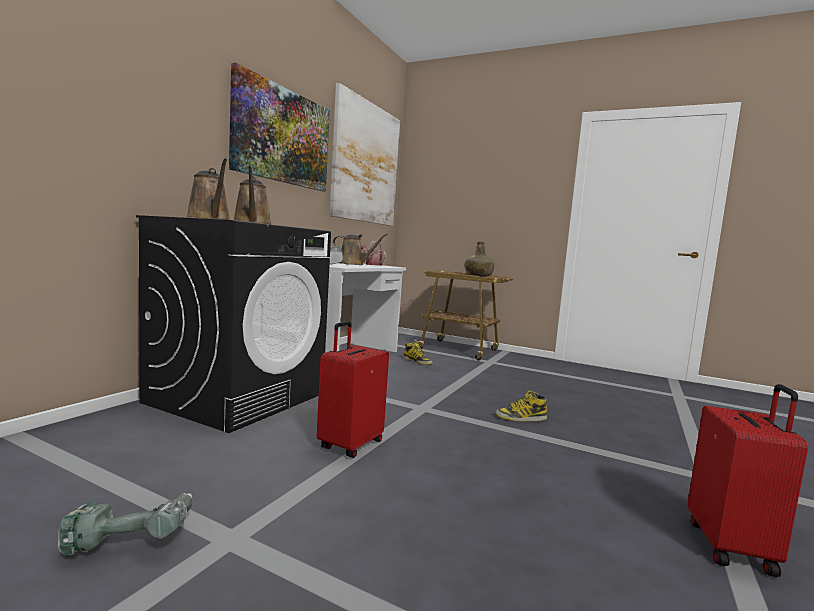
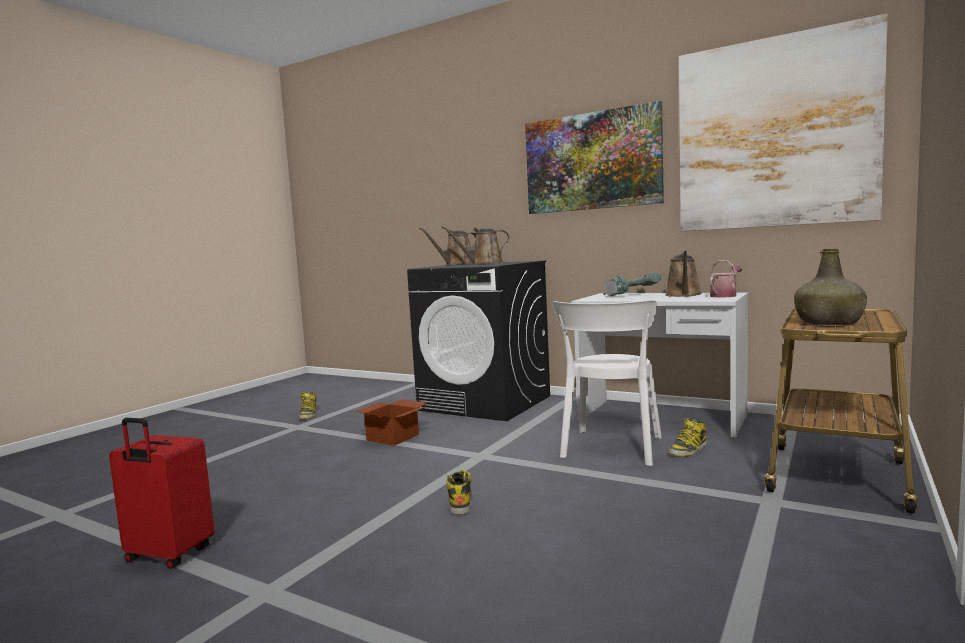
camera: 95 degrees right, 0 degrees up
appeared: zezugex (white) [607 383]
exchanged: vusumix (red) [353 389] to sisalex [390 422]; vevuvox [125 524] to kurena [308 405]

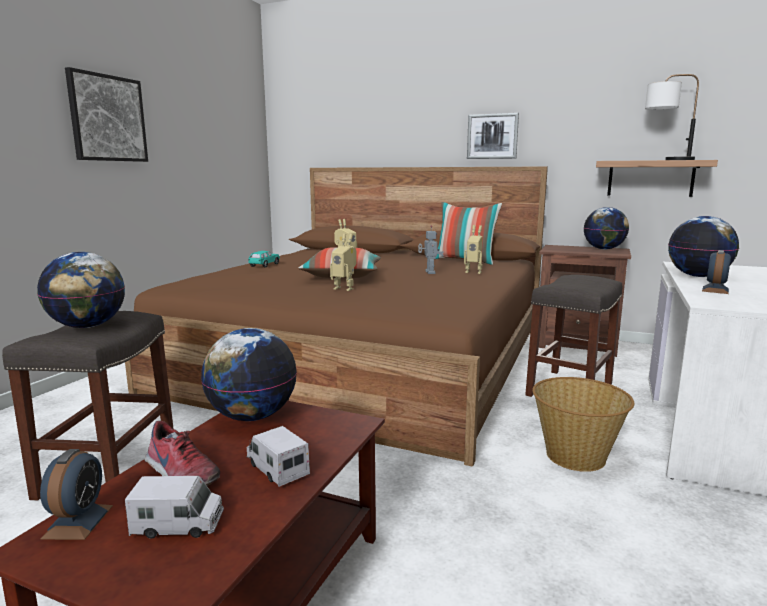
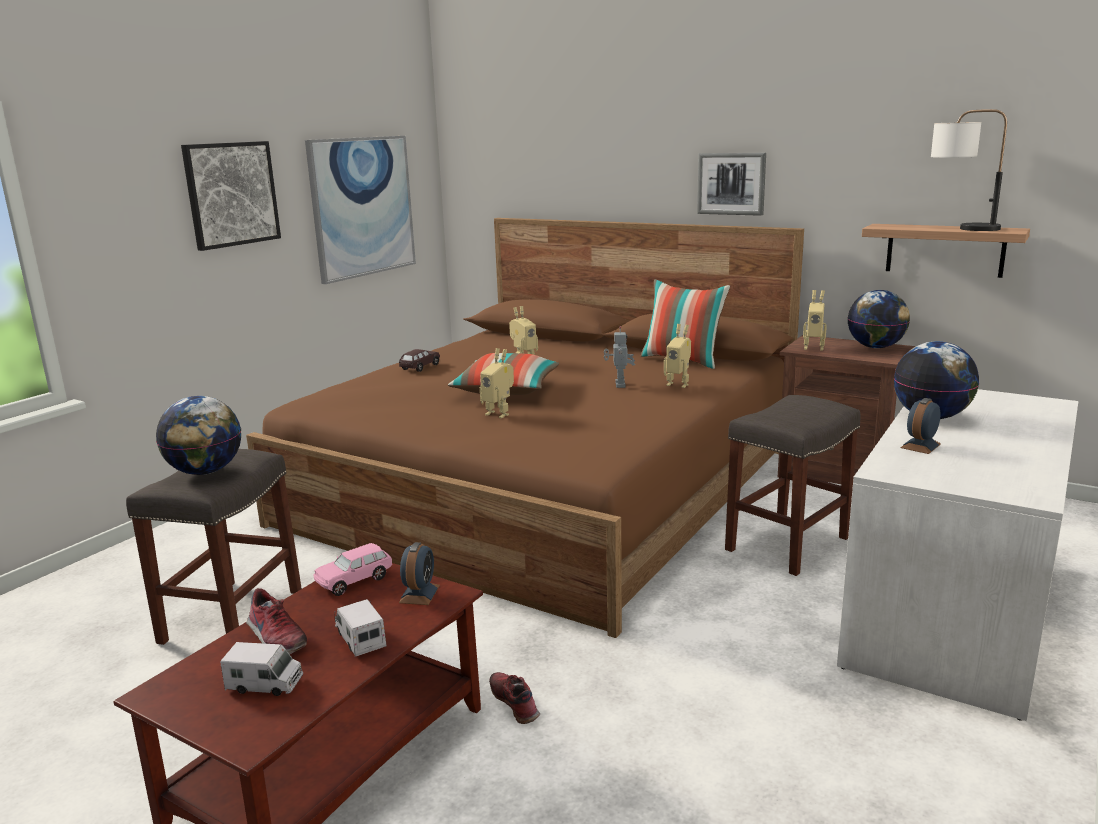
camera: 10 degrees right, 5 degrees up
missing: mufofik [583 424]
appeared: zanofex [360 210]; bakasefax [815 320]; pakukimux [514 698]
relocated: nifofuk [76 494] to [419 573]
exchanged: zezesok [249 374] to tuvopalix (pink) [353 569]
colour: tuvopalix (turquoise) [264 259] to tuvopalix (brown) [419 360]

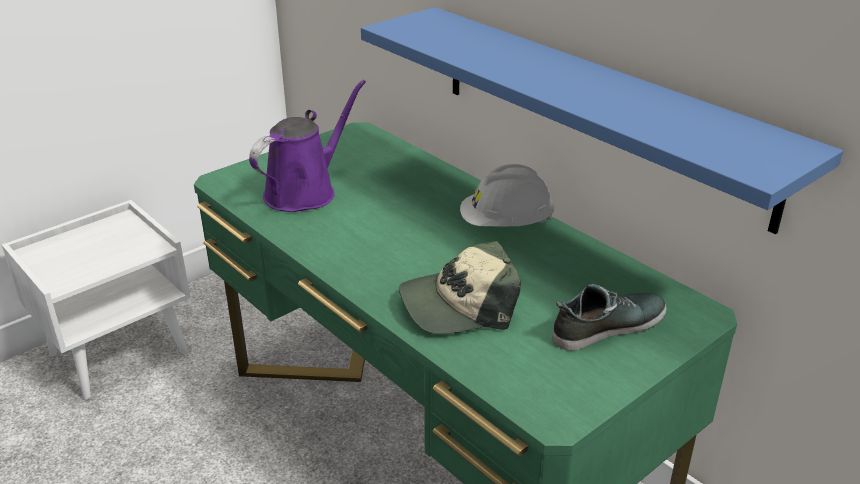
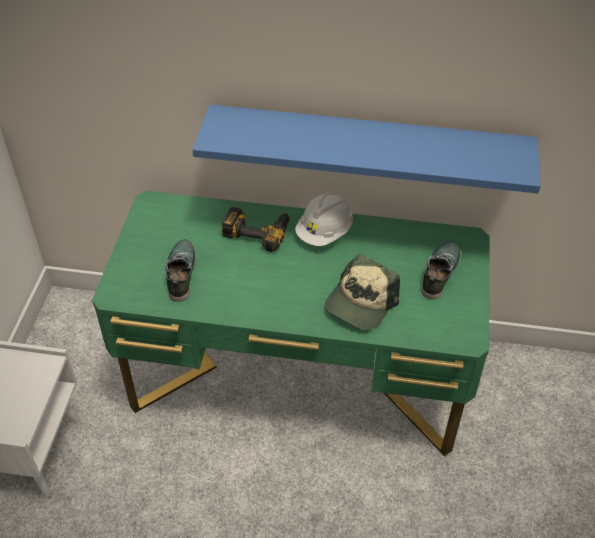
camera: 40 degrees left, 15 degrees up
appeared: vevuvox [255 229]
exchanged: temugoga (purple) [307 146] to pakukimux [180 270]

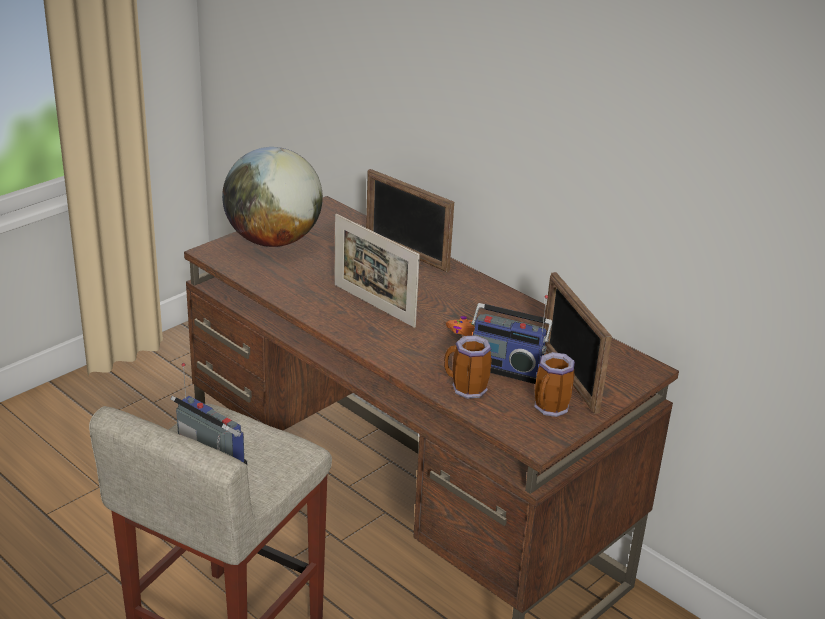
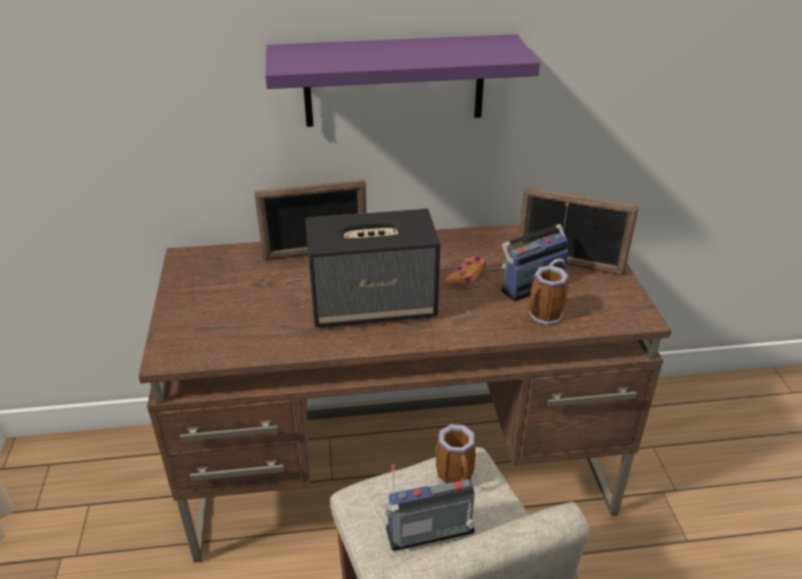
camera: 50 degrees left, 5 degrees up
missing: zezesok [272 197]
appeared: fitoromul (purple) [402 80]
relocated: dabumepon [554 384] to [456 454]
exchanged: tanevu [377 271] to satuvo [372 268]

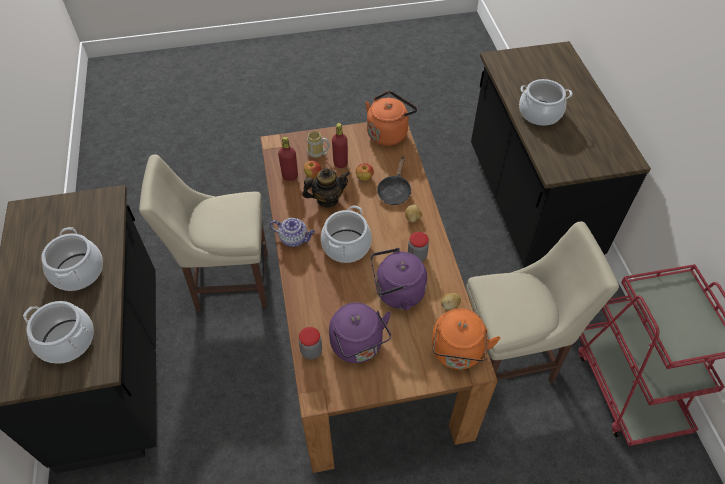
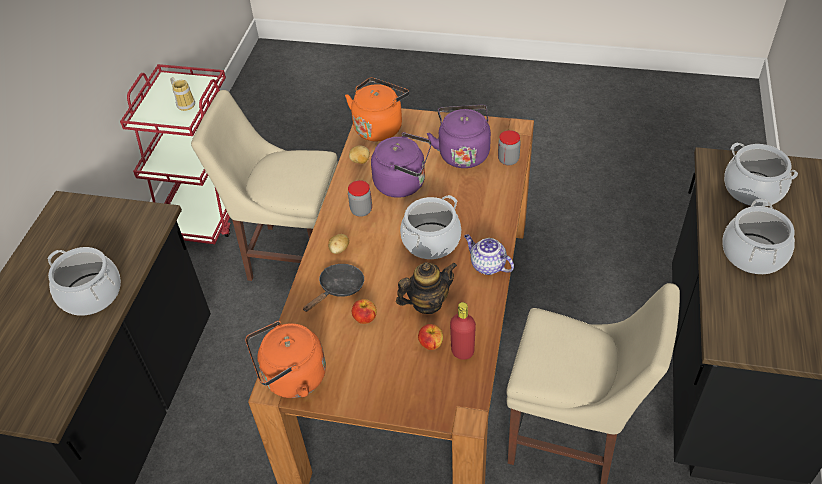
camera: 155 degrees left, 5 degrees down
missing: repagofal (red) [340 145]
relocated: dabumepon [318 144] to [182 94]
spun: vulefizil [326 188] = [426 288] 150 degrees clockwise

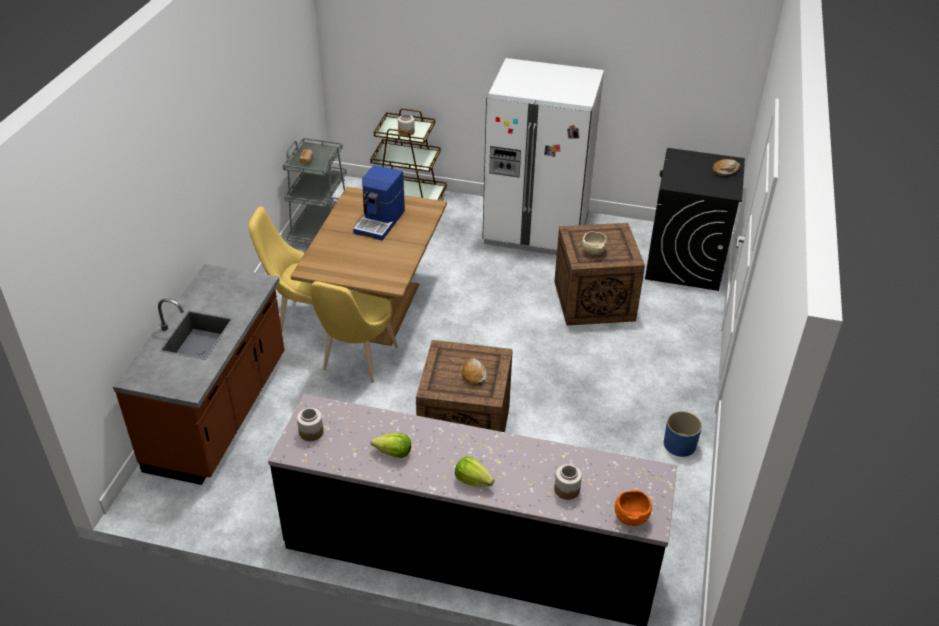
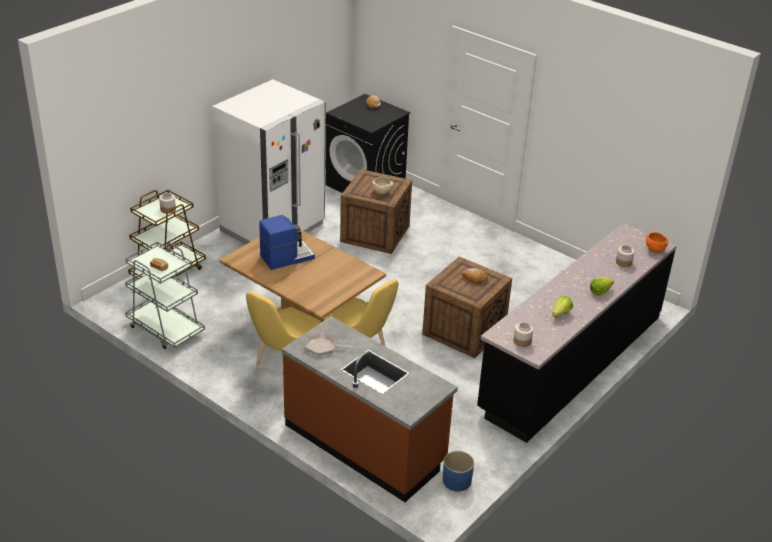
camera: 65 degrees left, 5 degrees down
appeared: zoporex [330 344]
relocated: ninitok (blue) [683 434] to [458 471]
spun: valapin [379 203] = [287 242] 75 degrees counterclockwise

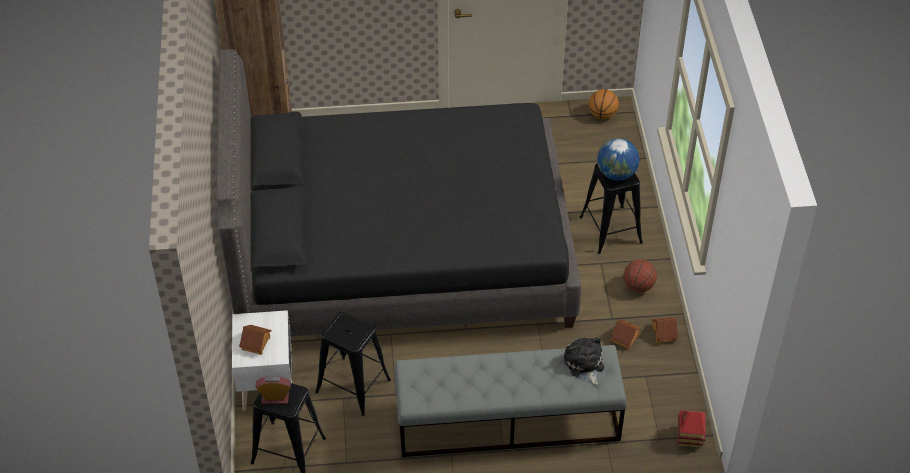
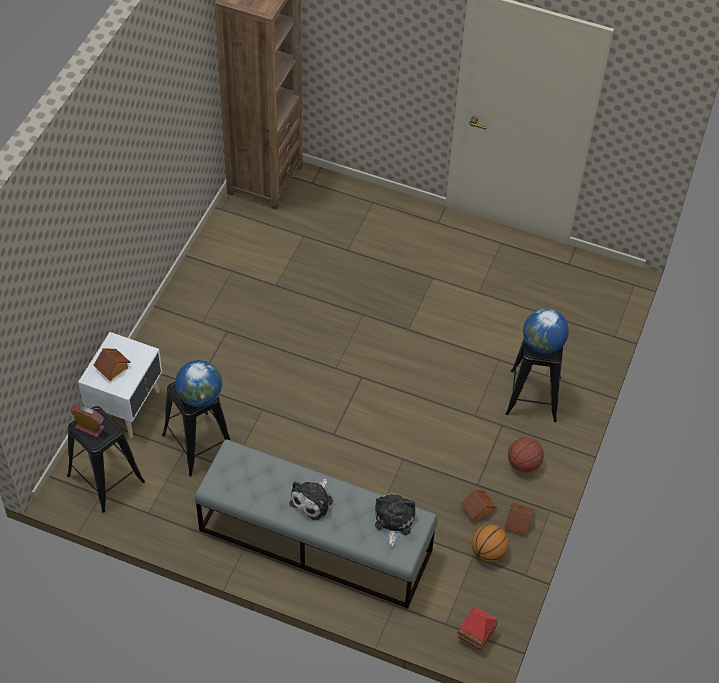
camera: 25 degrees right, 5 degrees up
missing: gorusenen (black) [398 192]
appeared: zezesok [198 383]; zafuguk [311 499]
relocated: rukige [604 104] to [490 543]

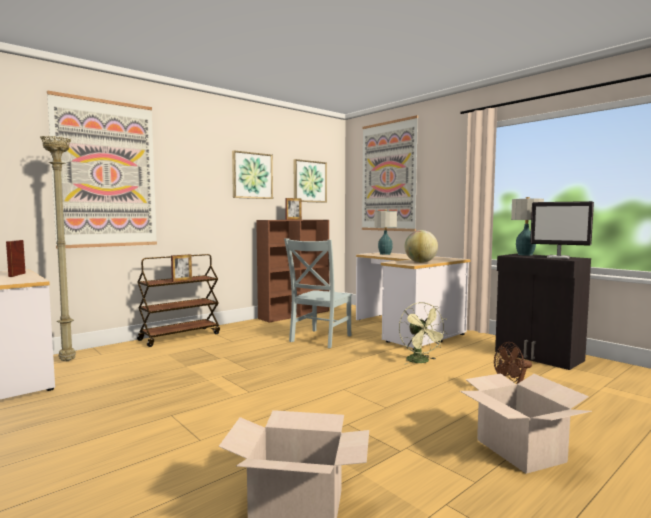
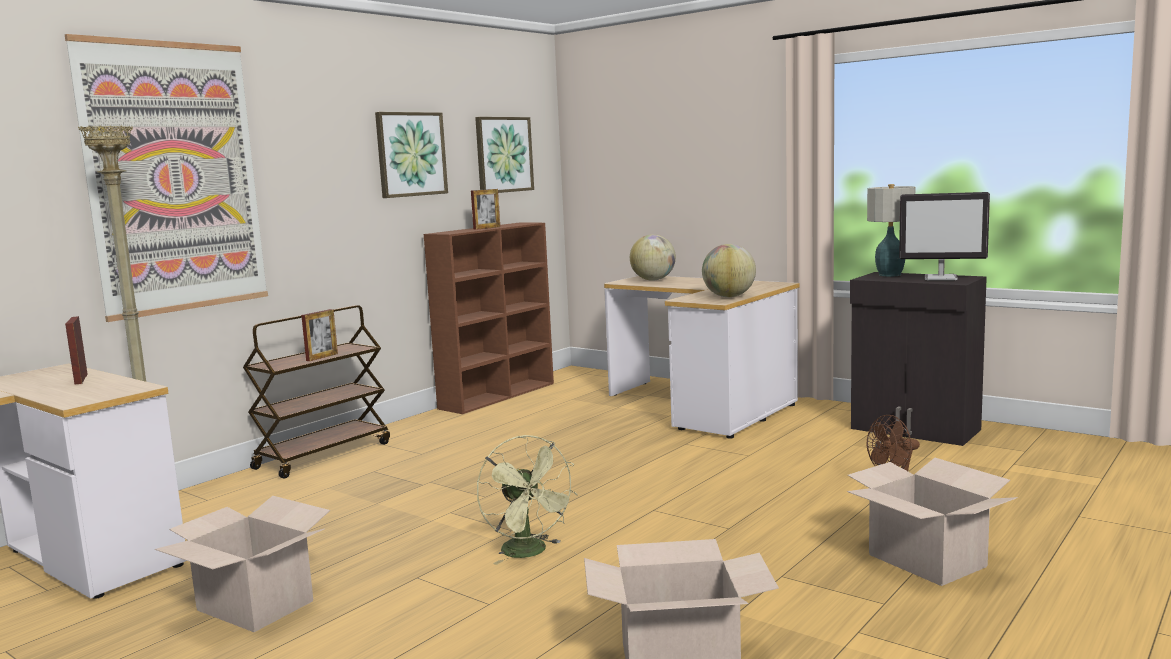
camera: 10 degrees left, 5 degrees up
missing: zanofex [390 173]; zezugex (grey) [318 293]
appeared: sisalex [242 564]
relocated: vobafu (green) [423 333] to [527 500]
exchanged: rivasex [385 232] to zezesok [653 257]

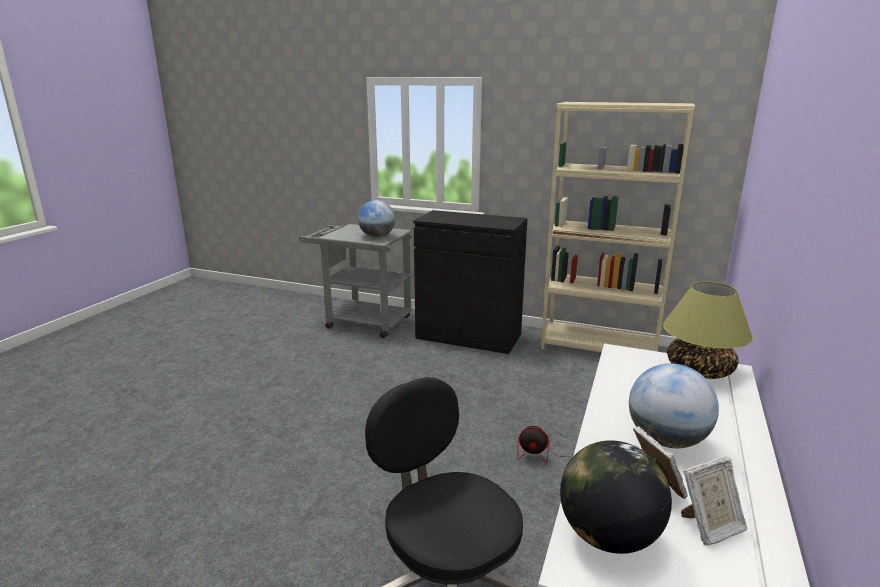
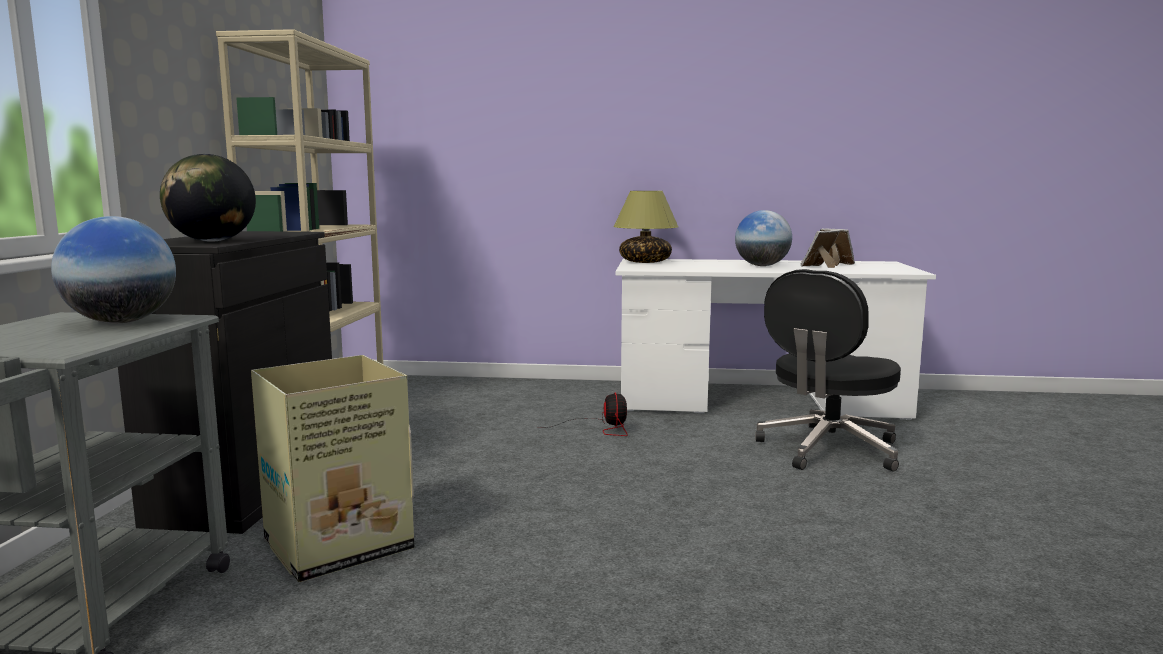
camera: 105 degrees left, 10 degrees down
appeared: sisalex [332 469]
relocated: zezesok [616 497] to [208 198]

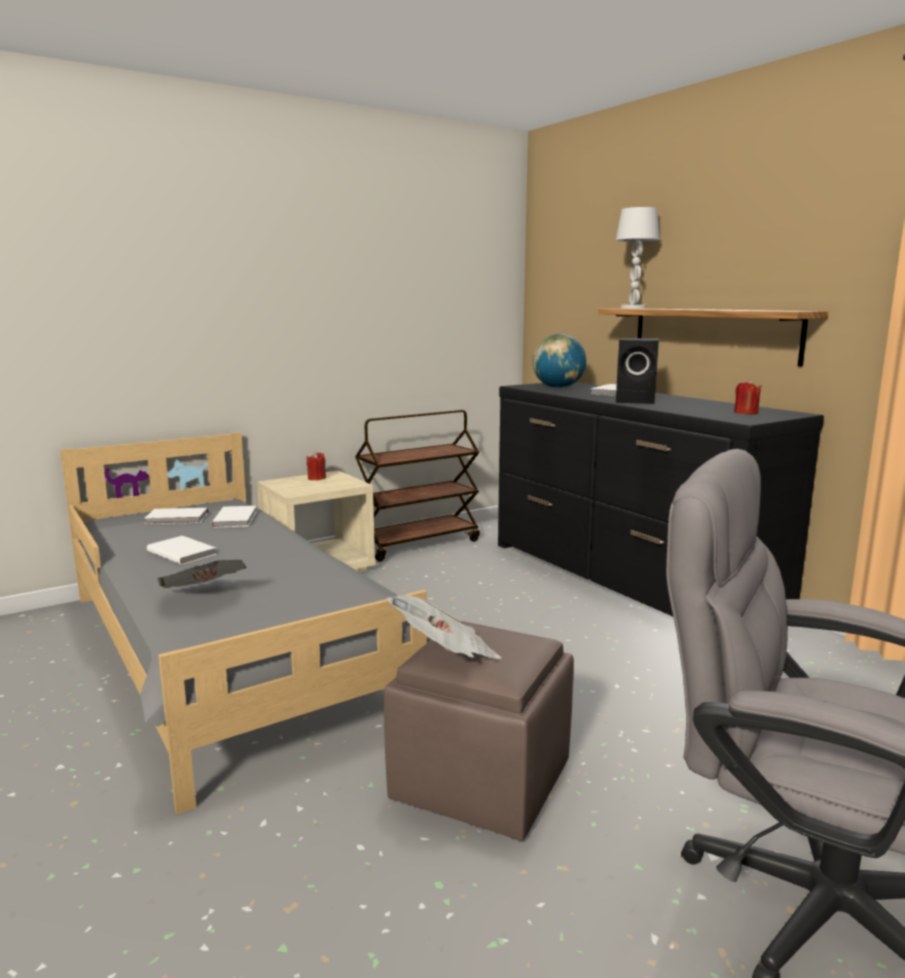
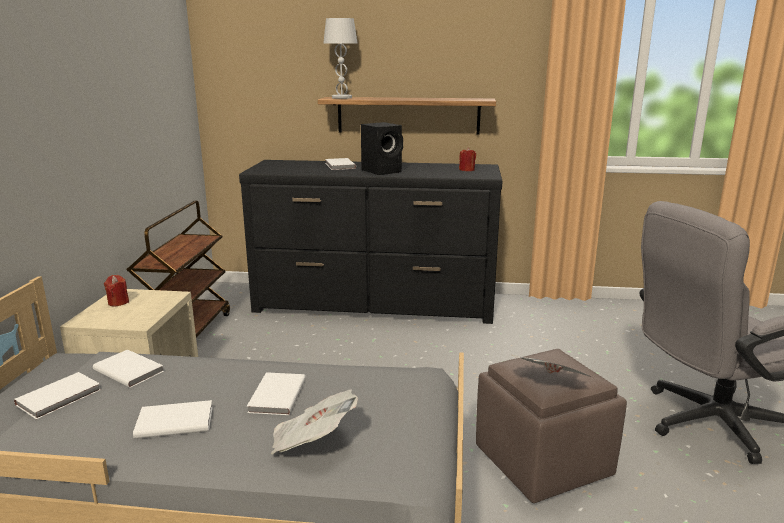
camera: 50 degrees left, 5 degrees up
missing: zezesok [559 361]
appeared: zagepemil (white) [276 393]

